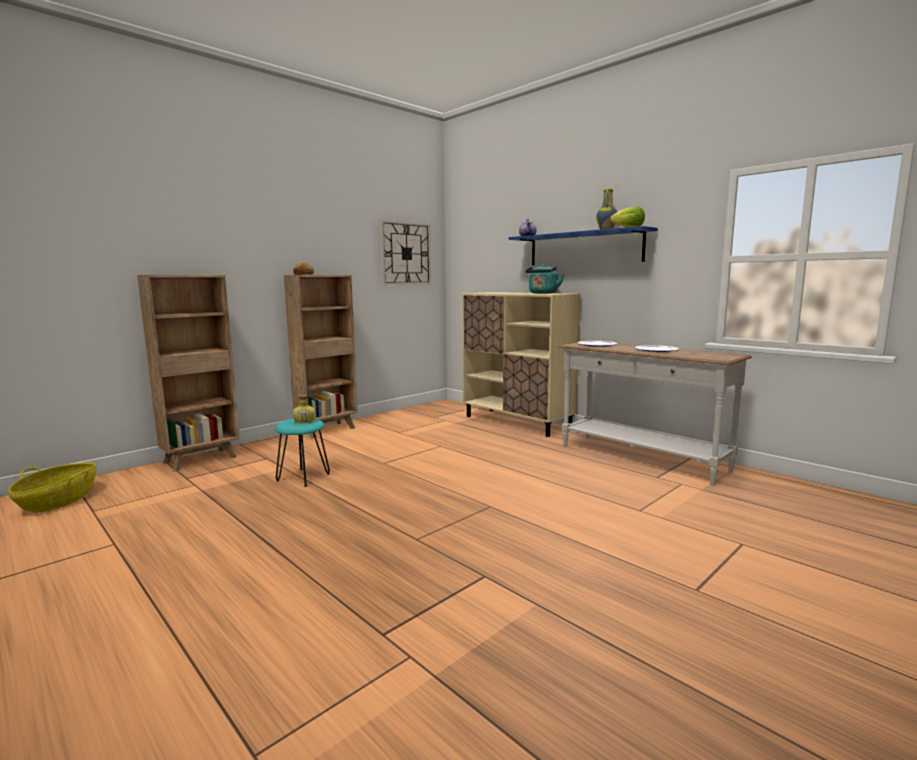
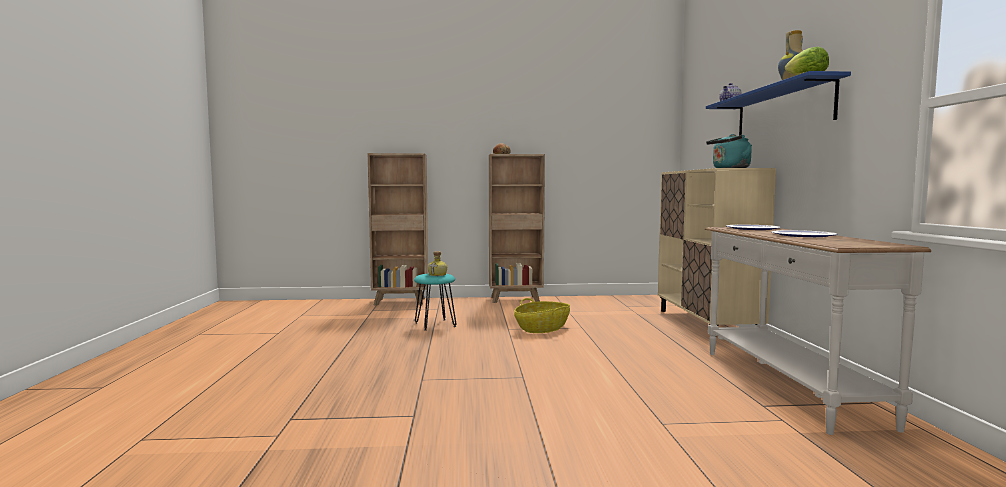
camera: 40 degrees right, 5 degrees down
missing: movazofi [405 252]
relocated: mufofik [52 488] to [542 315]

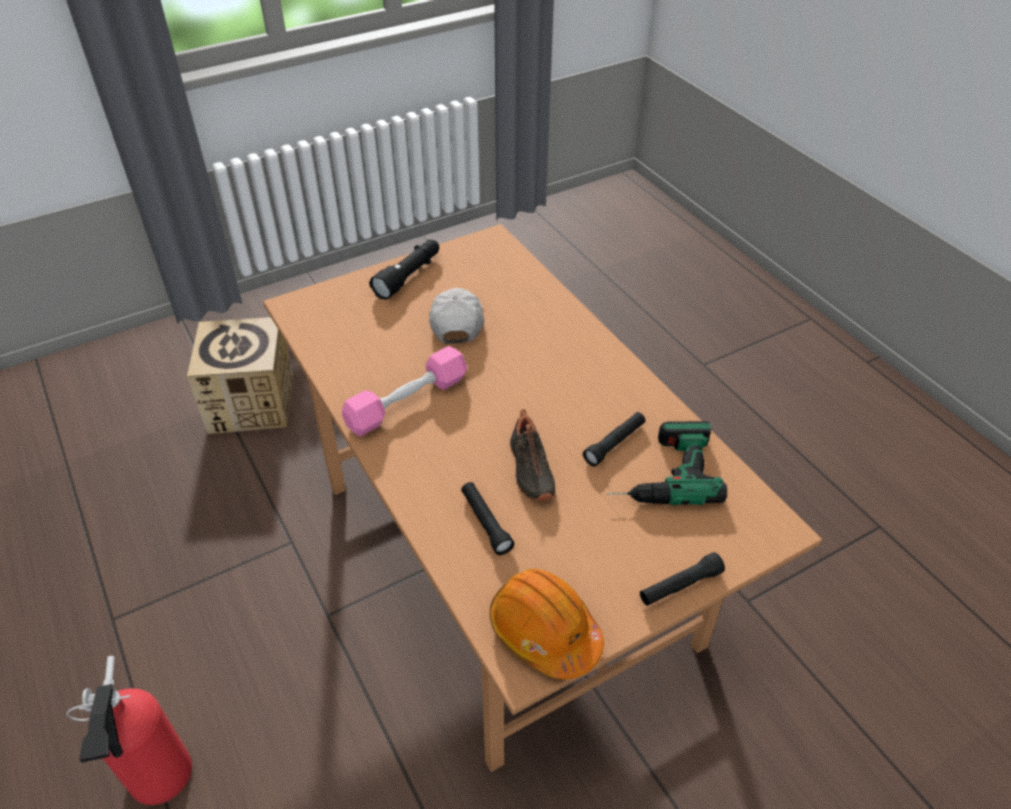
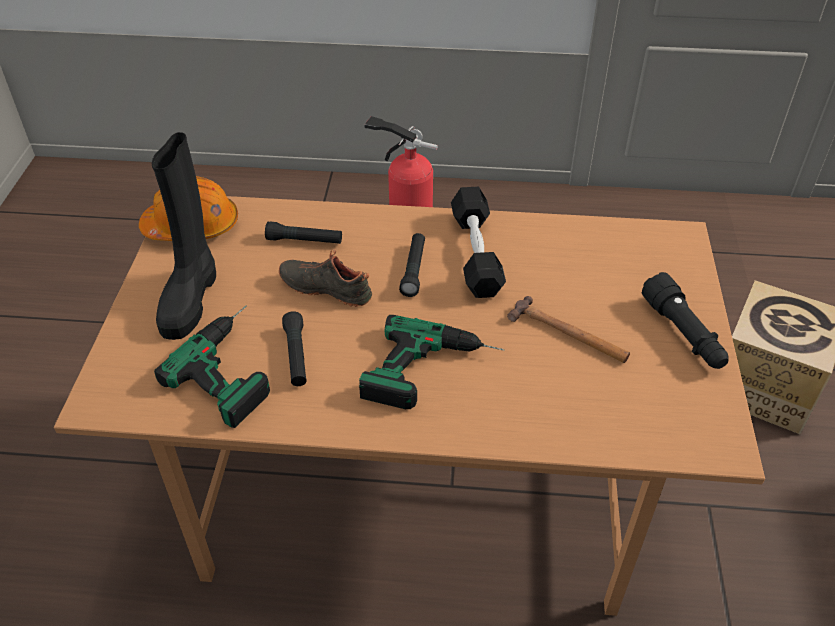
camera: 125 degrees right, 0 degrees up
appeared: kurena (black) [184 236]; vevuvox [431 362]
relocated: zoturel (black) [682 579] to [412 265]
exchanged: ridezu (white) [456 316] to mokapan [568 329]
colour: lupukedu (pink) [404 391] to lupukedu (black) [478 242]

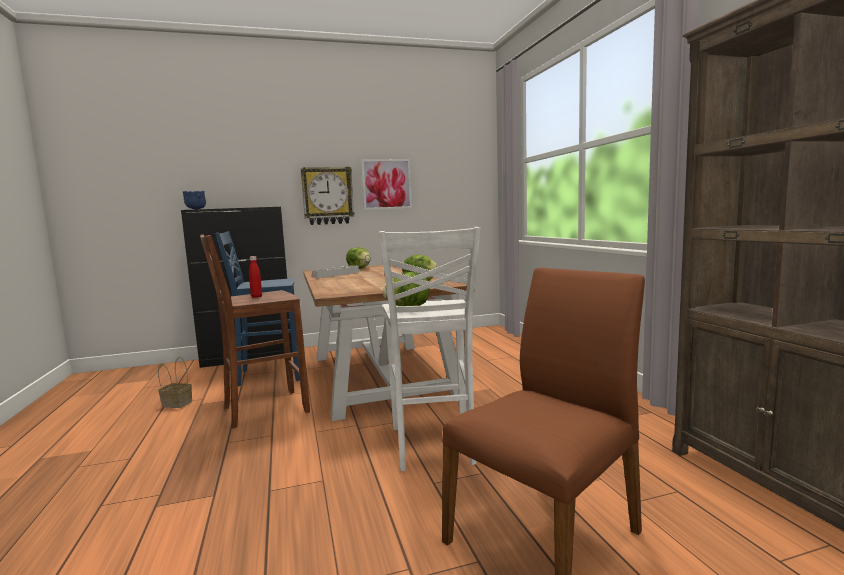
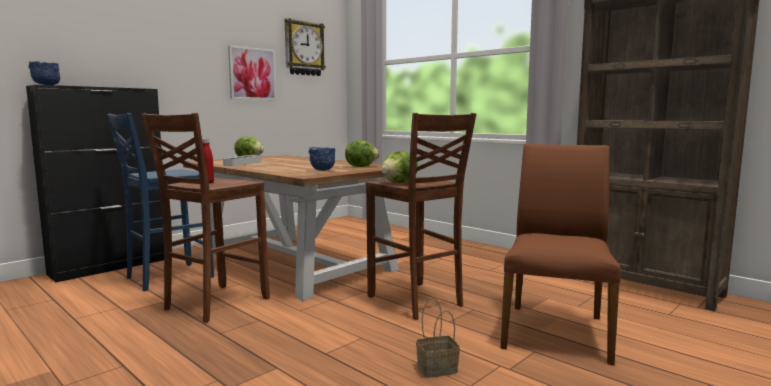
camera: 30 degrees left, 0 degrees up
appeared: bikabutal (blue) [322 159]
relocated: movazofi [327 196] to [305 47]; mufofik [175 382] to [438 338]
colour: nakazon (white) [429 349] to nakazon (brown) [420 216]

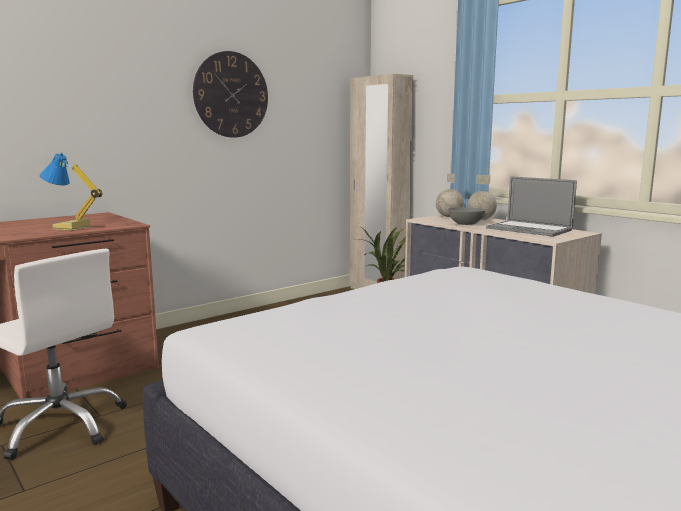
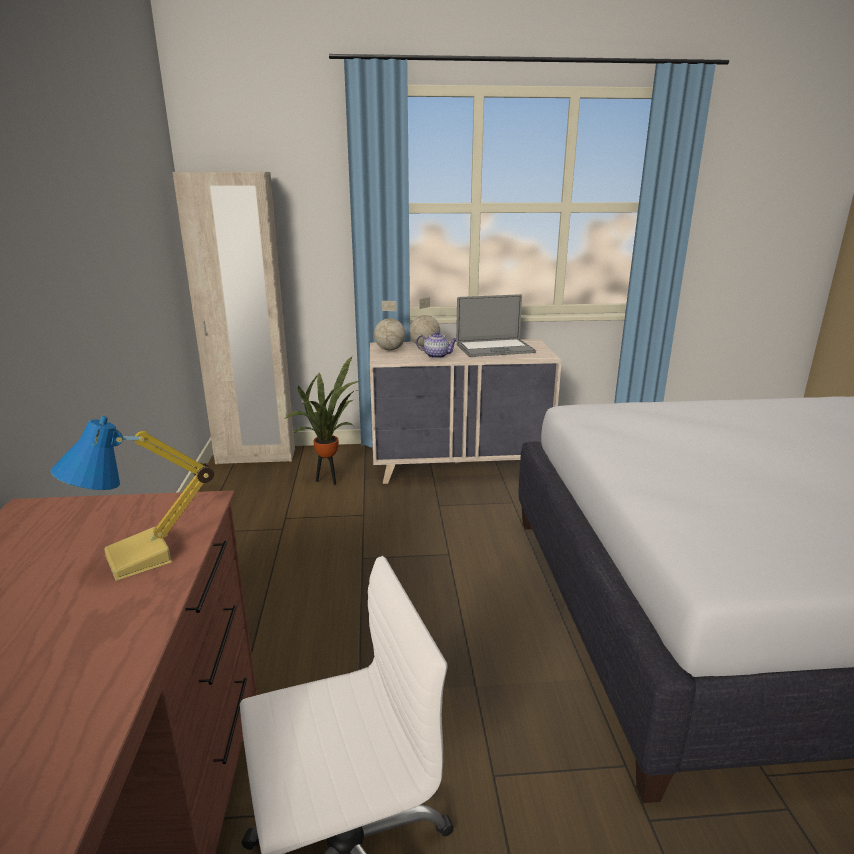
camera: 55 degrees left, 10 degrees up
missing: movazofi [230 94]
exchanged: bikabutal (grey) [467 216] to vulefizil [437 345]

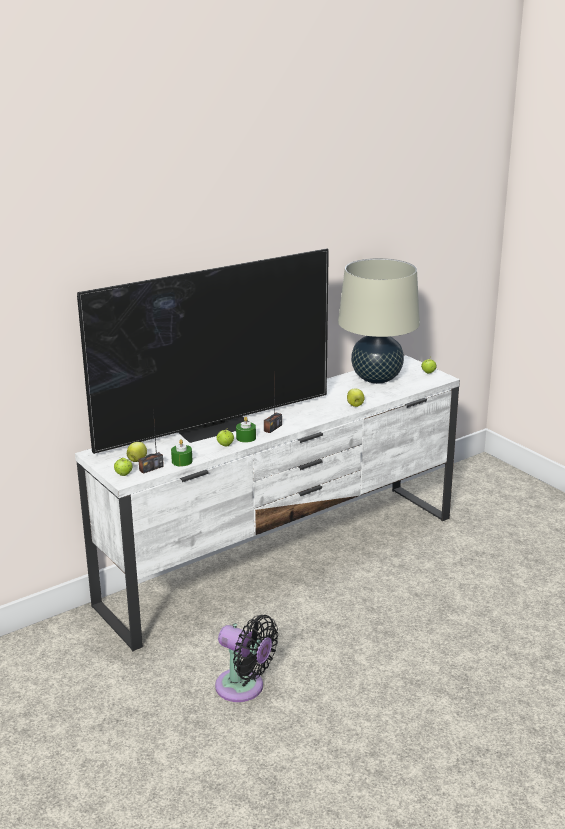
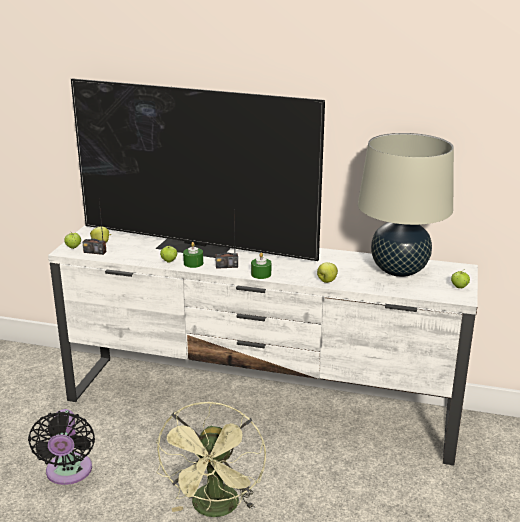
camera: 50 degrees right, 0 degrees up
appeared: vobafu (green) [211 459]
relocated: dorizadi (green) [182 453] to [261 265]

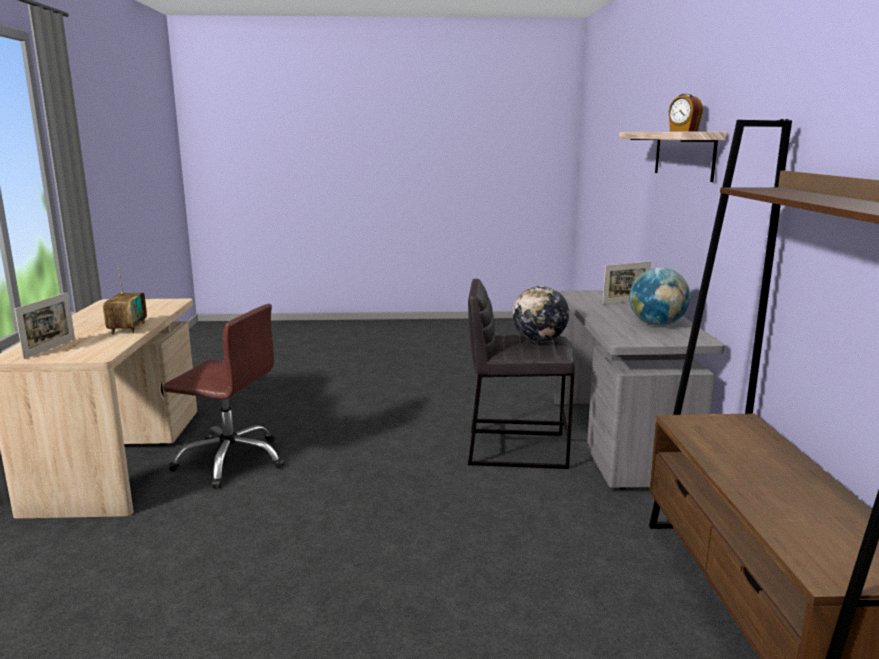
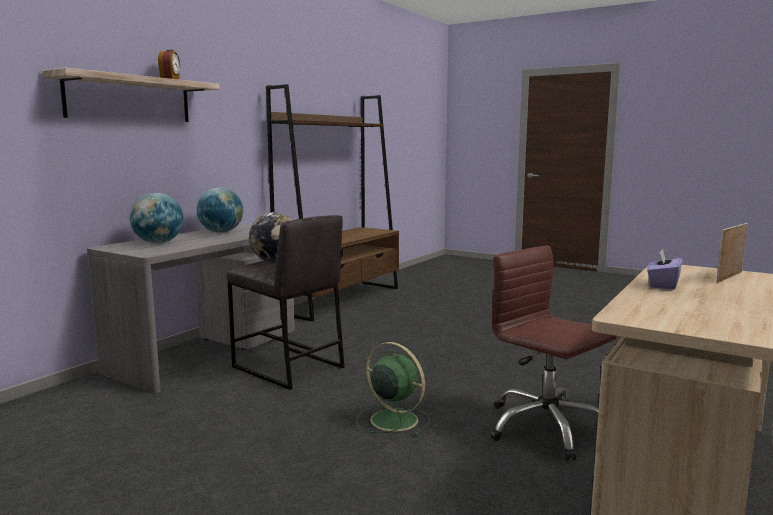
camera: 145 degrees left, 5 degrees down
appeared: vobafu (green) [393 389]
exchanged: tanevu [627 283] to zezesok [157 218]; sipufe [125 301] to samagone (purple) [664 269]

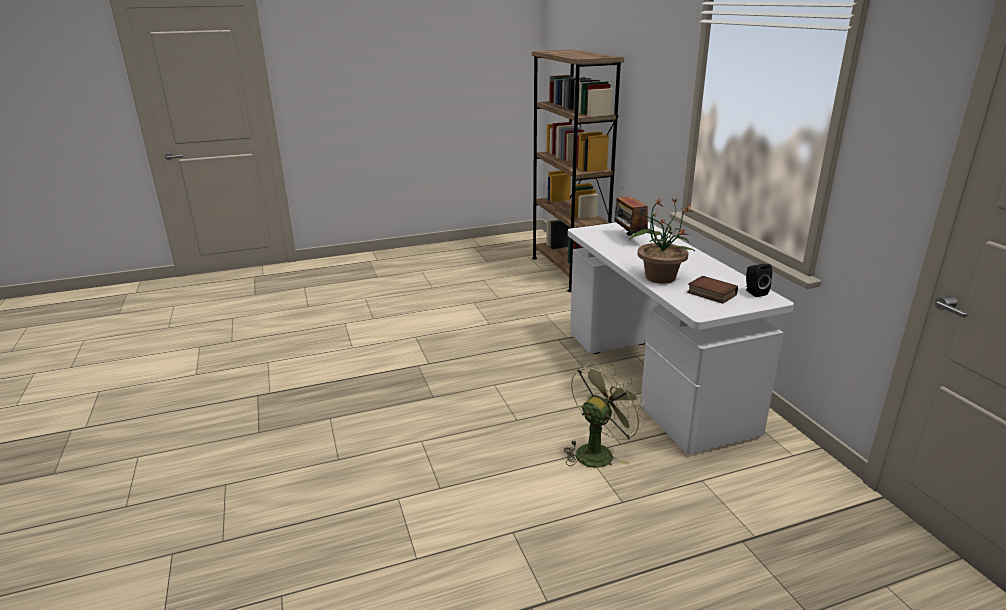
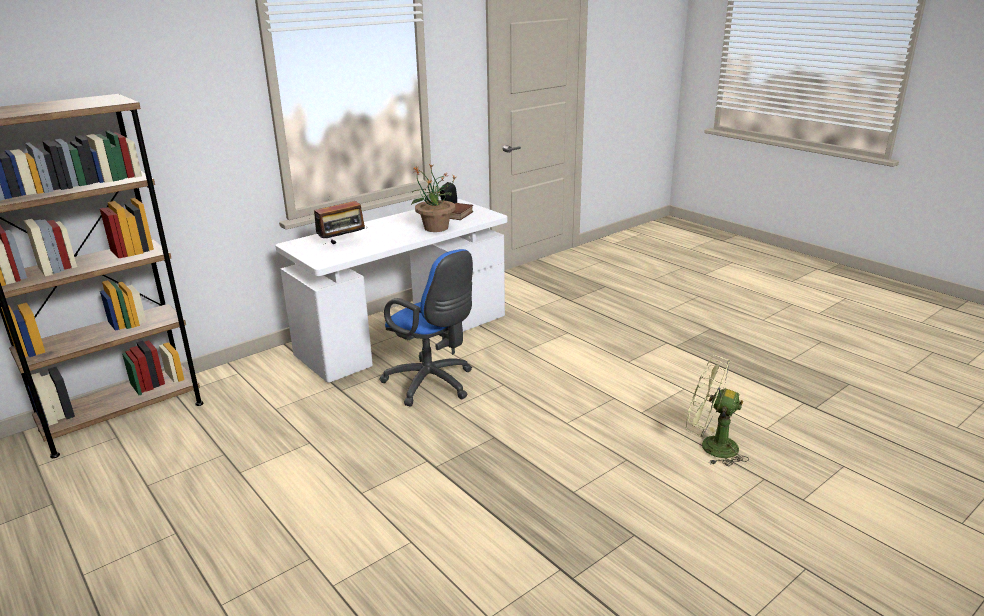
camera: 110 degrees left, 0 degrees up
appeared: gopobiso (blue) [426 327]
relocated: vobafu (green) [605 414] to [717 410]

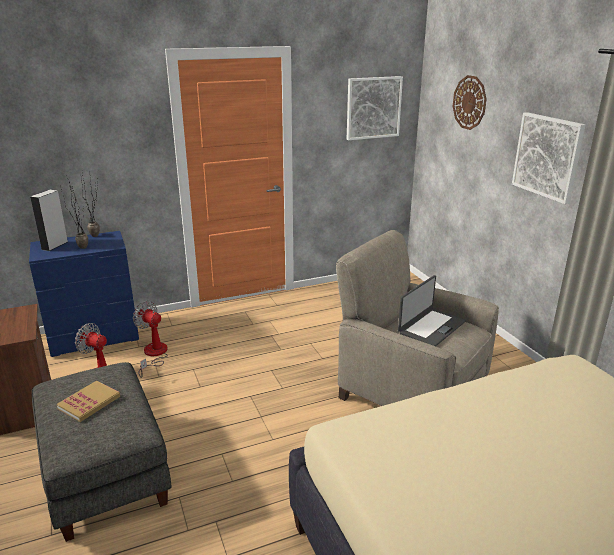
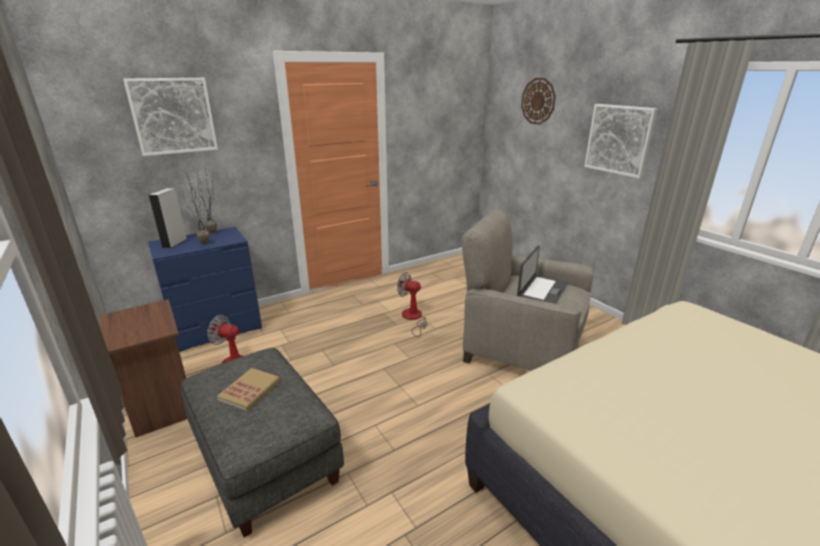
camera: 10 degrees left, 0 degrees up
relocated: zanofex [375 108] to [170 117]; vobafu [150 339] to [412 304]

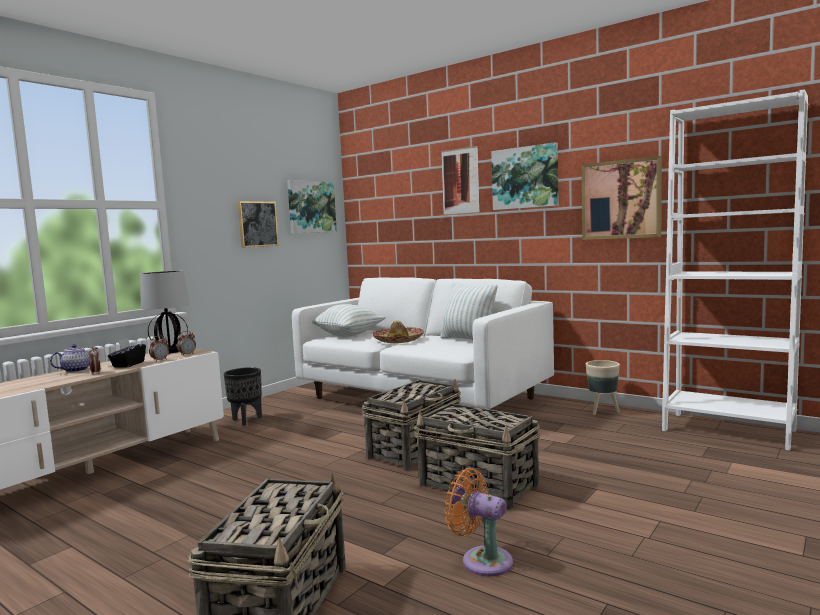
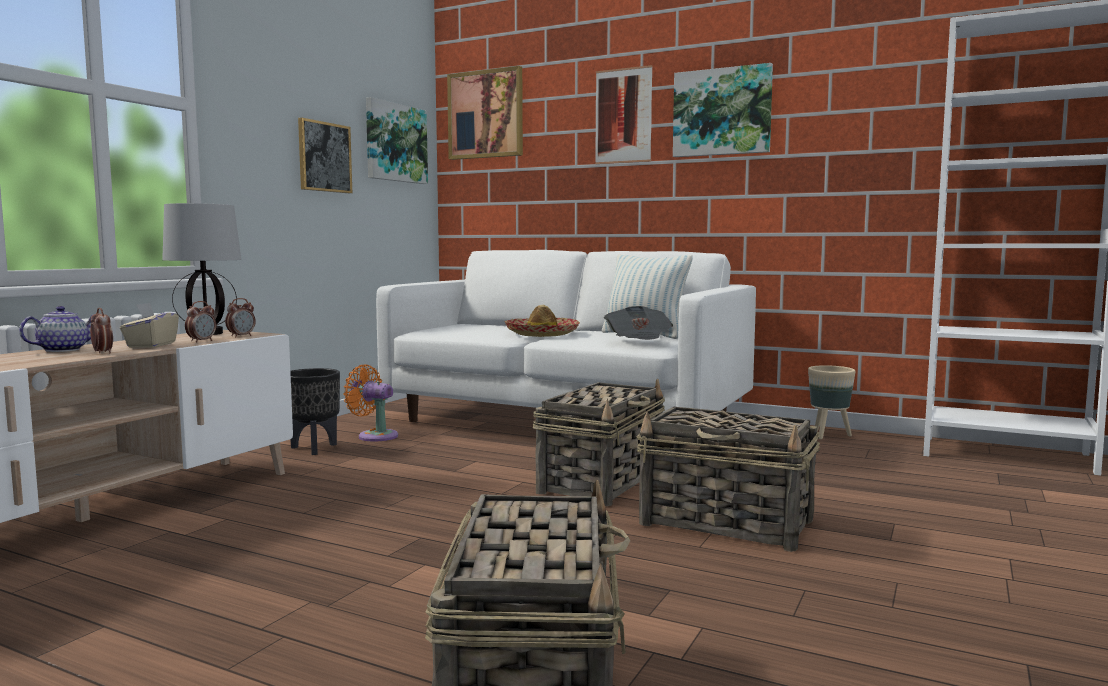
camera: 10 degrees left, 0 degrees up
missing: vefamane [349 320]
appeared: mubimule [638 323]
relocated: zanofex [622 198] to [485 113]; vobafu (orange) [479 522] to [370 403]
colour: samagone (black) [127 353] to samagone (beige) [149 325]

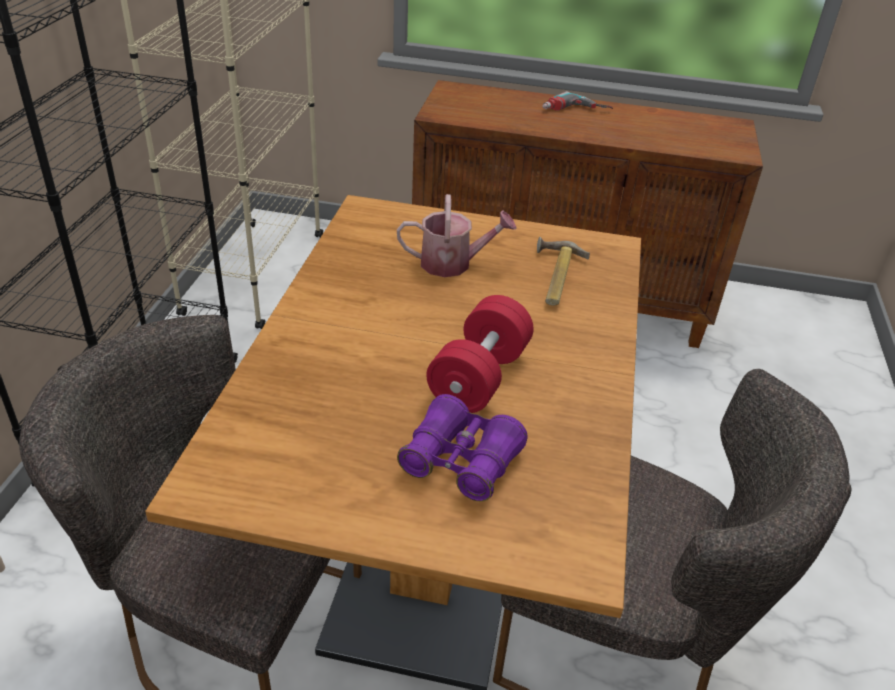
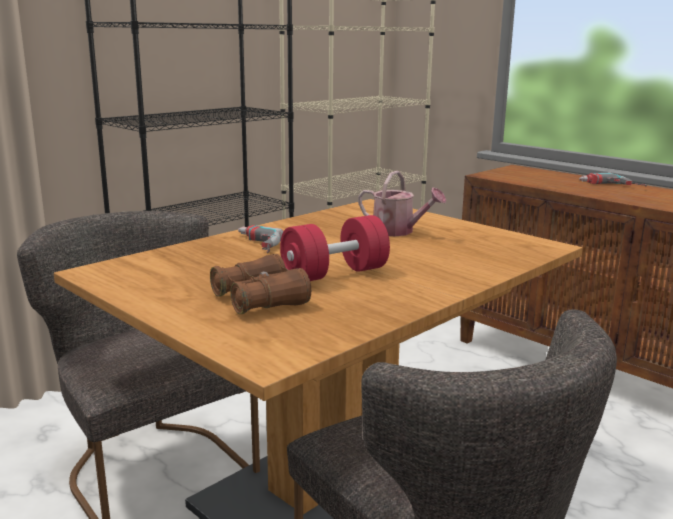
camera: 35 degrees right, 20 degrees down
missing: mokapan [563 271]
appeared: vevuvox [260 239]
colour: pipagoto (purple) [462 448] to pipagoto (brown) [260 284]

